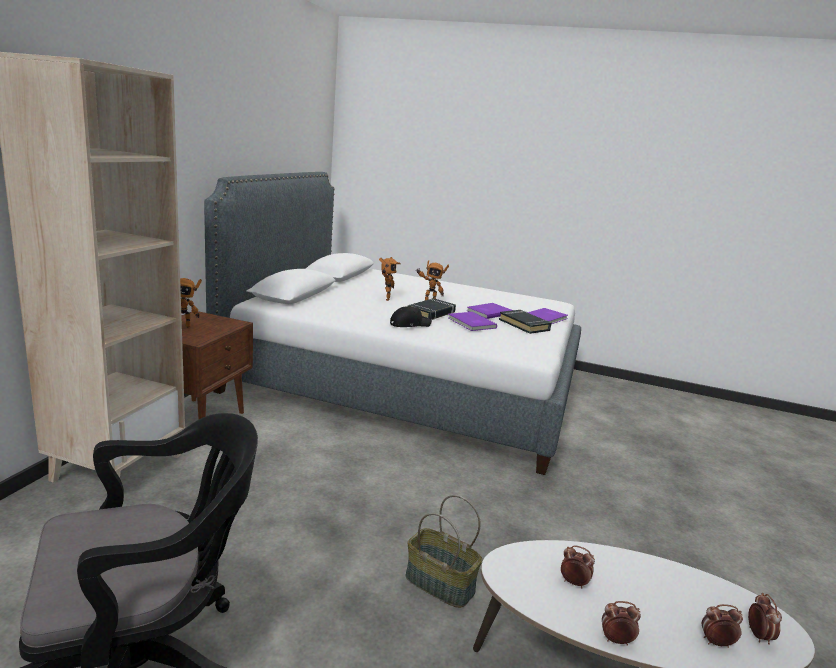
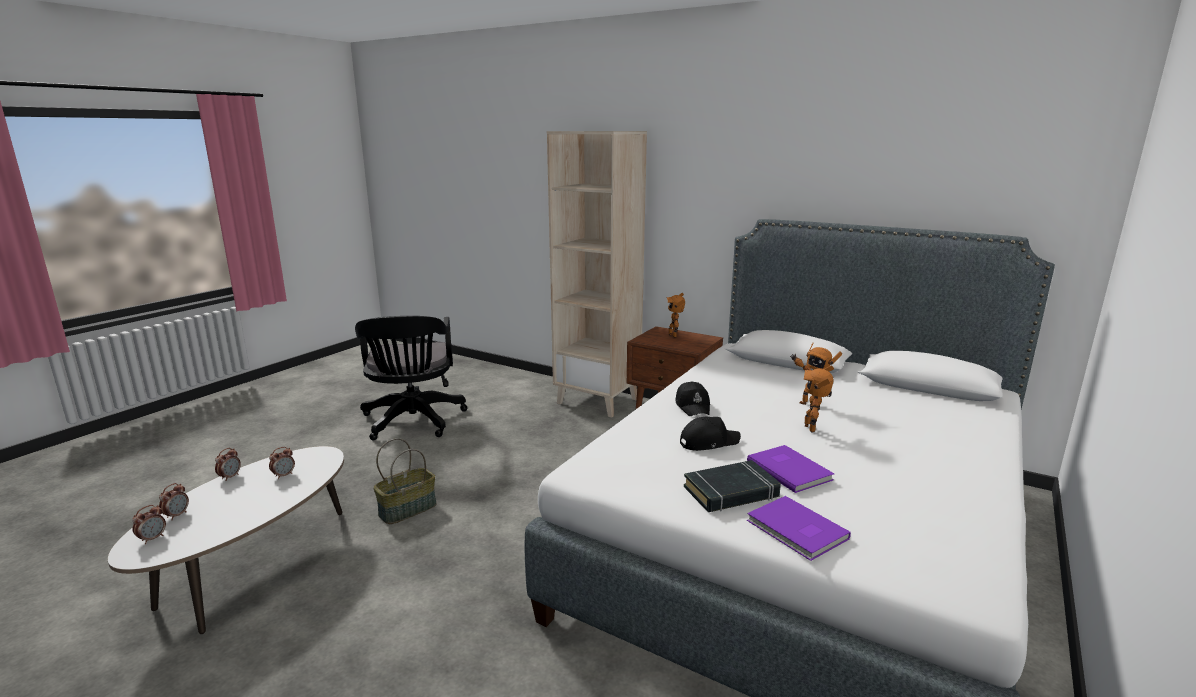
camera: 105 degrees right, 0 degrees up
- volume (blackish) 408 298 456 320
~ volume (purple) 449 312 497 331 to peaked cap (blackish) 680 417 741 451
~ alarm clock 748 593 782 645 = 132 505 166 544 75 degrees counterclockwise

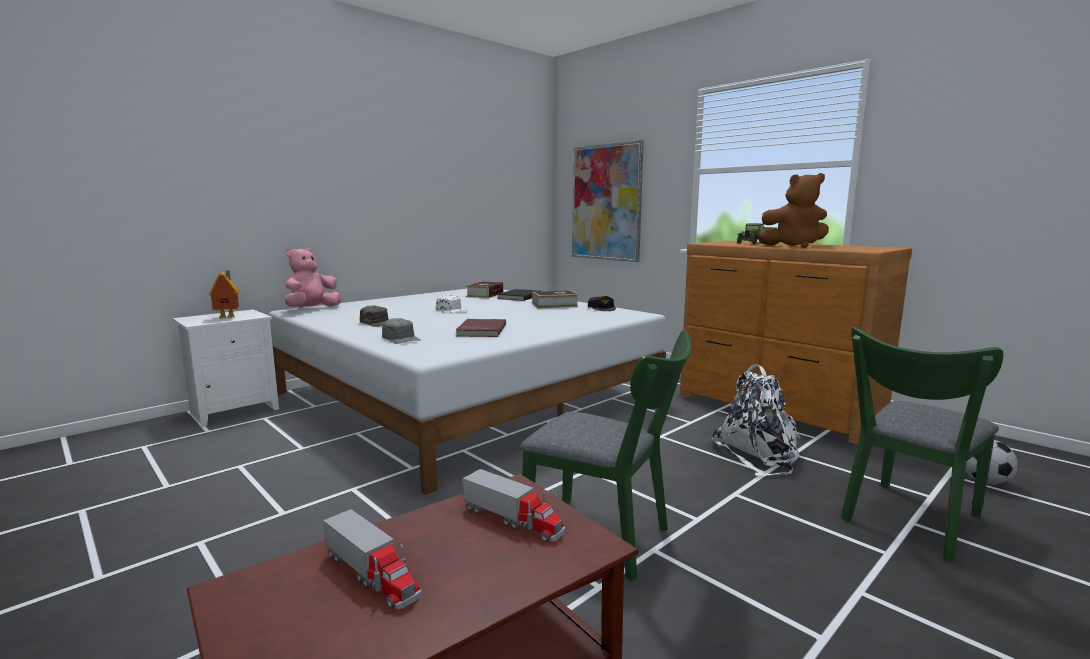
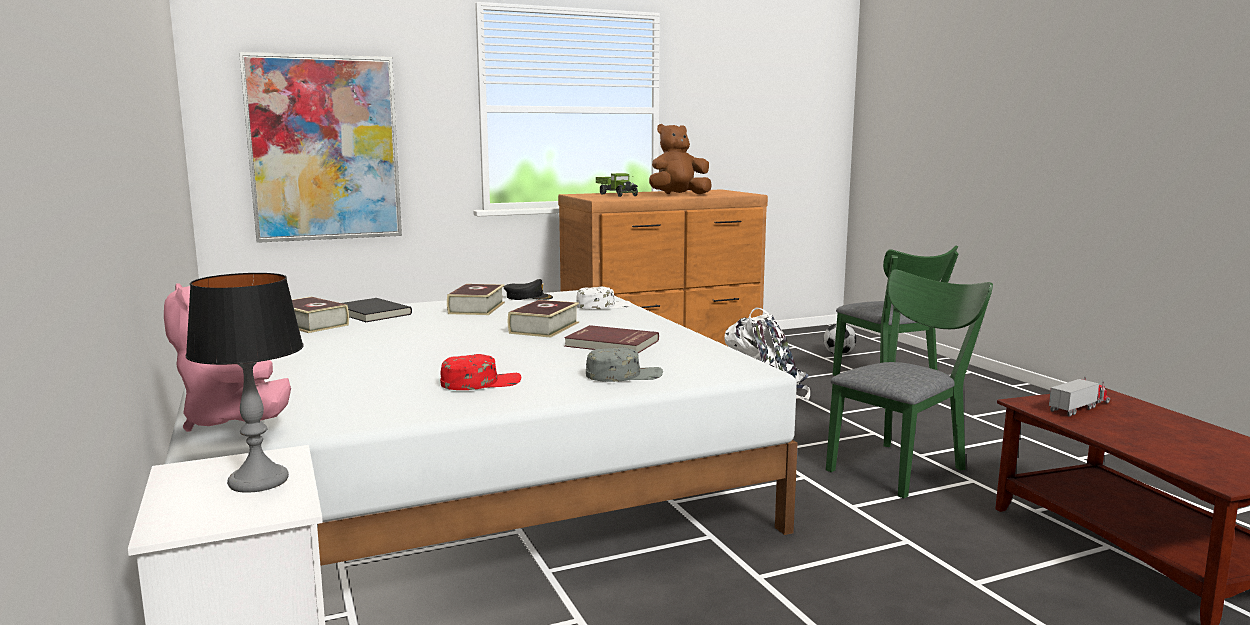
camera: 70 degrees left, 0 degrees up
~ model house 209 270 239 318 to tabletop lamp 186 273 304 493
- toy truck 323 509 422 609
~ peaked cap (green) 360 305 389 327 to peaked cap (red) 440 354 521 390
~ peaked cap (whitish) 436 295 468 313 to 576 286 631 309
~ soft toy (brownish) 758 173 829 248 = 649 124 712 194 135 degrees counterclockwise
+ volume 508 300 579 338

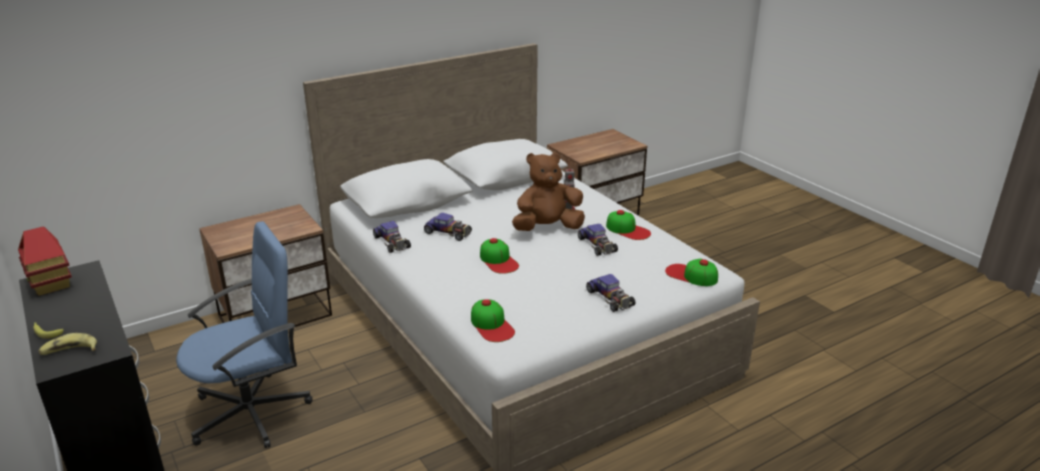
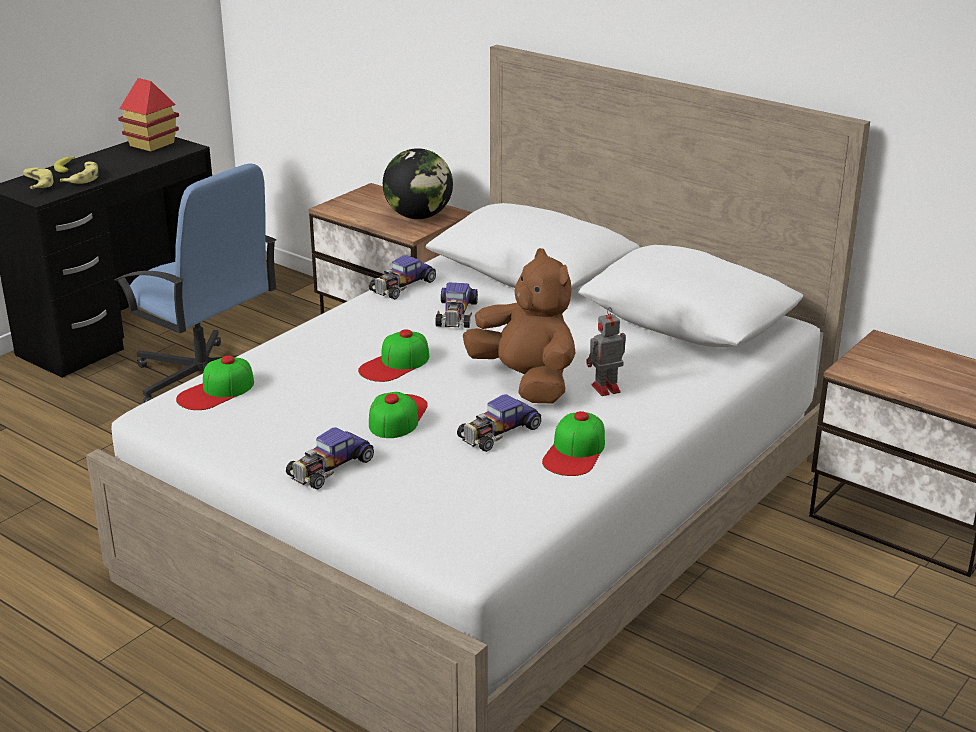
camera: 70 degrees right, 0 degrees up
~ peaked cap 665 259 718 286 to 369 392 428 438
+ banana 60 162 99 184
+ desk globe 383 148 453 219

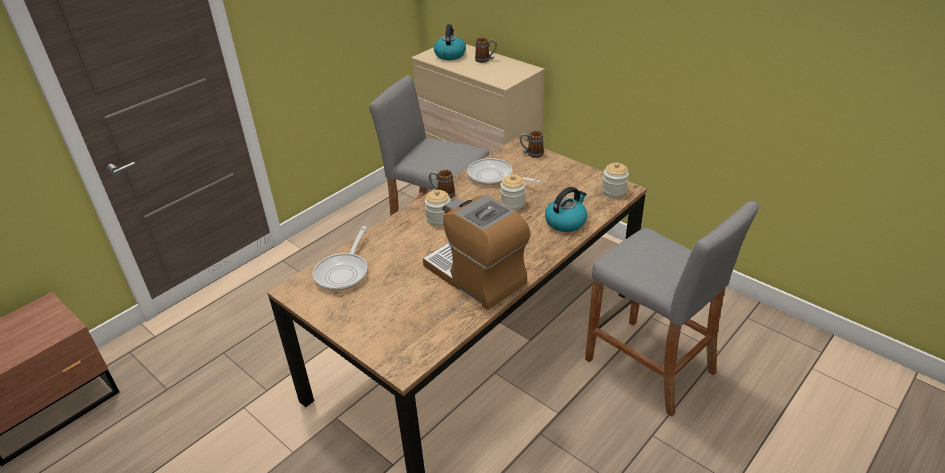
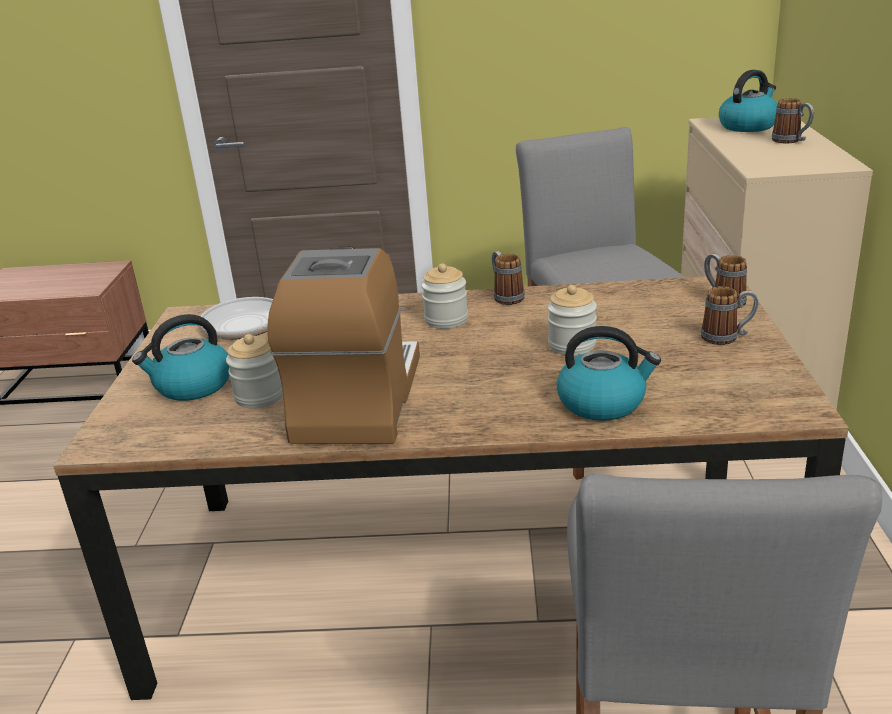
camera: 50 degrees right, 10 degrees down
- pan 467 158 541 185
~ storage jar 602 163 629 198 to 226 334 283 408
+ tea kettle 132 314 230 401
+ mug 701 286 758 345

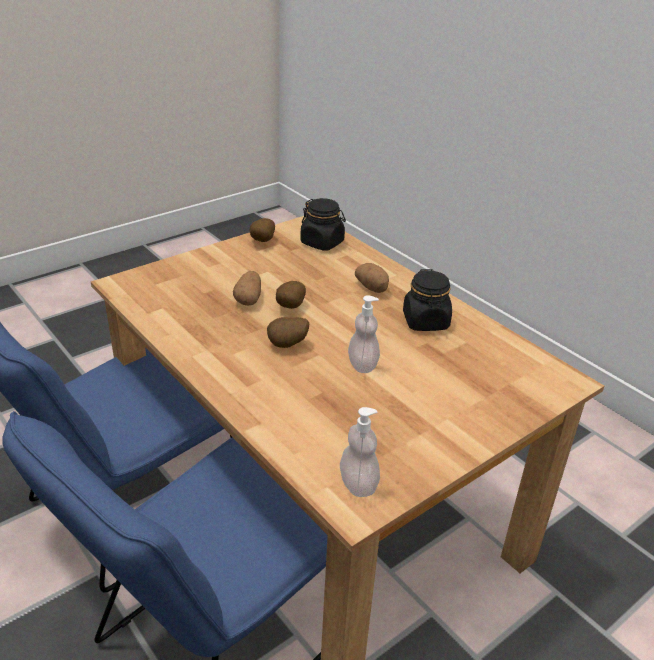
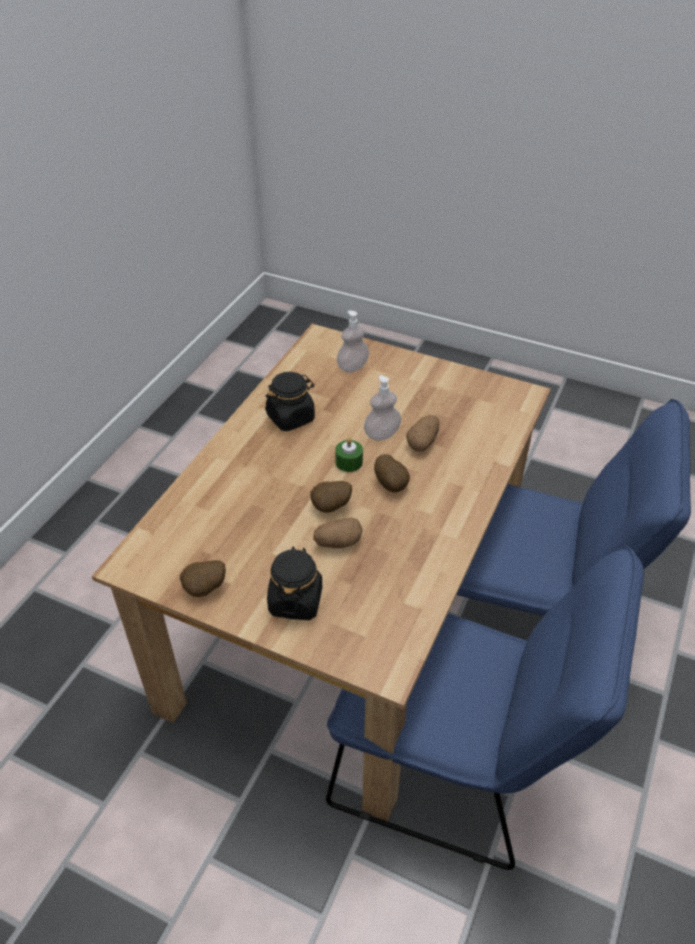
camera: 115 degrees left, 10 degrees up
~ storage jar (blackish) 301 198 346 251 to 267 547 322 620
~ soap dispenser 340 407 380 497 to 337 310 369 373
~ whole potato 355 263 389 293 to 406 415 440 452
+ wax candle (green) 335 438 363 472

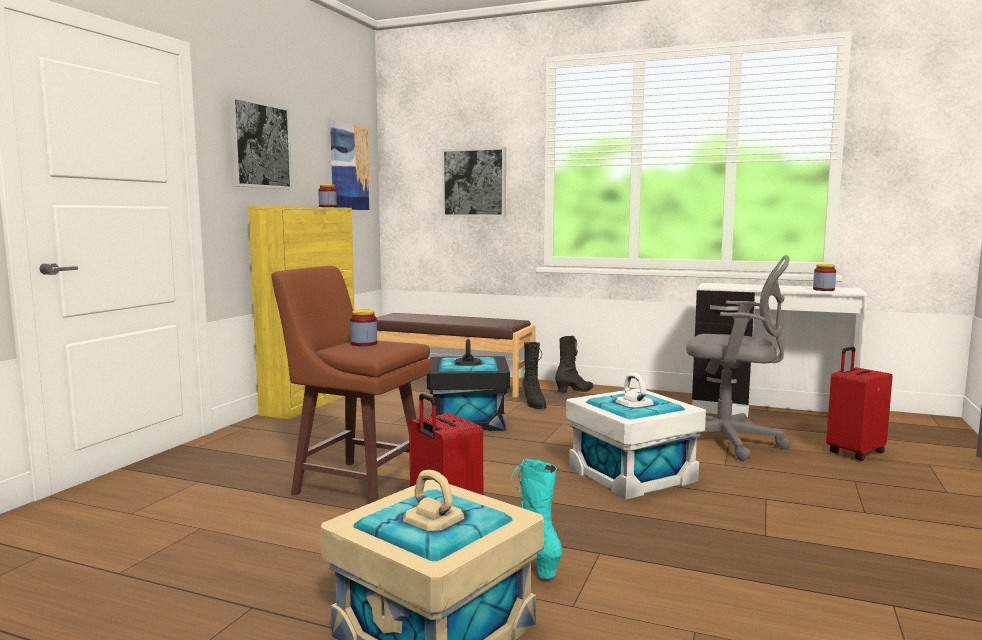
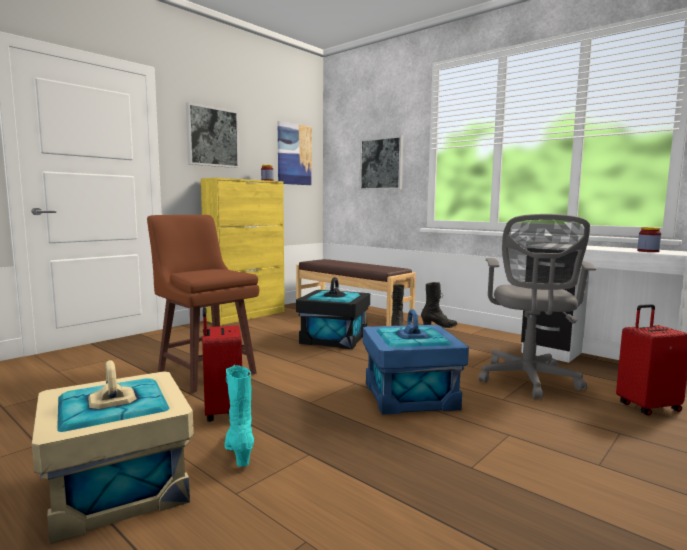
camera: 20 degrees right, 0 degrees up
- storage jar 350 310 377 346
~ storage container (whitish) 566 373 706 499 to storage container (blue-coloured) 363 309 469 415
~ desk chair (grey) 686 255 791 461 = 478 214 596 400 60 degrees clockwise

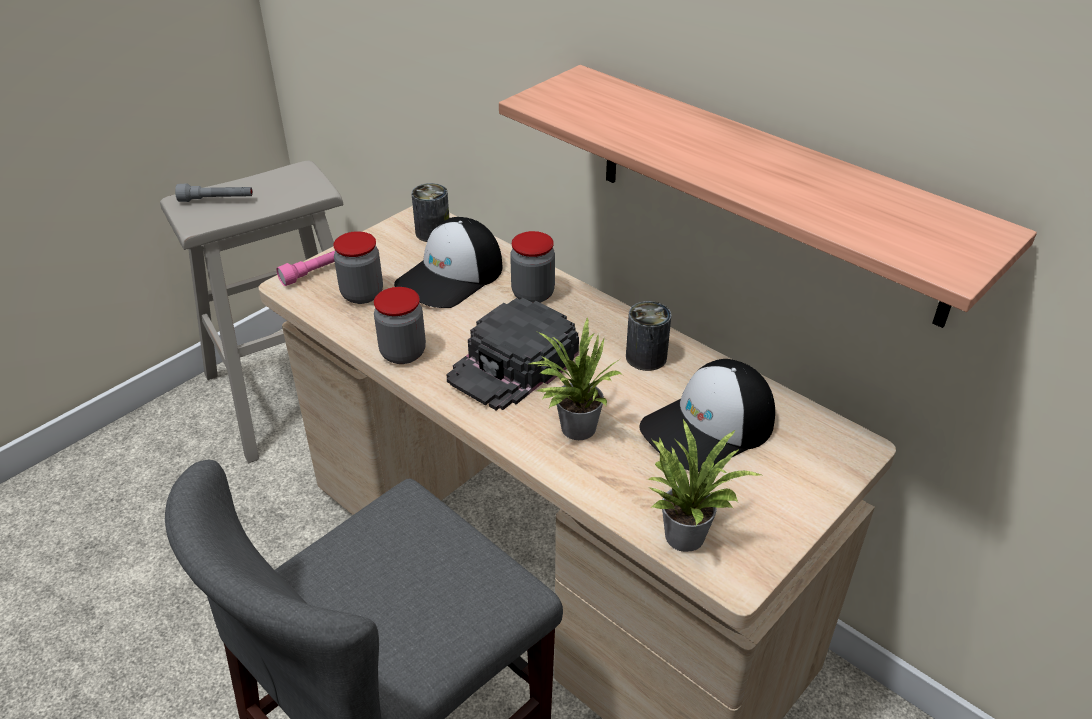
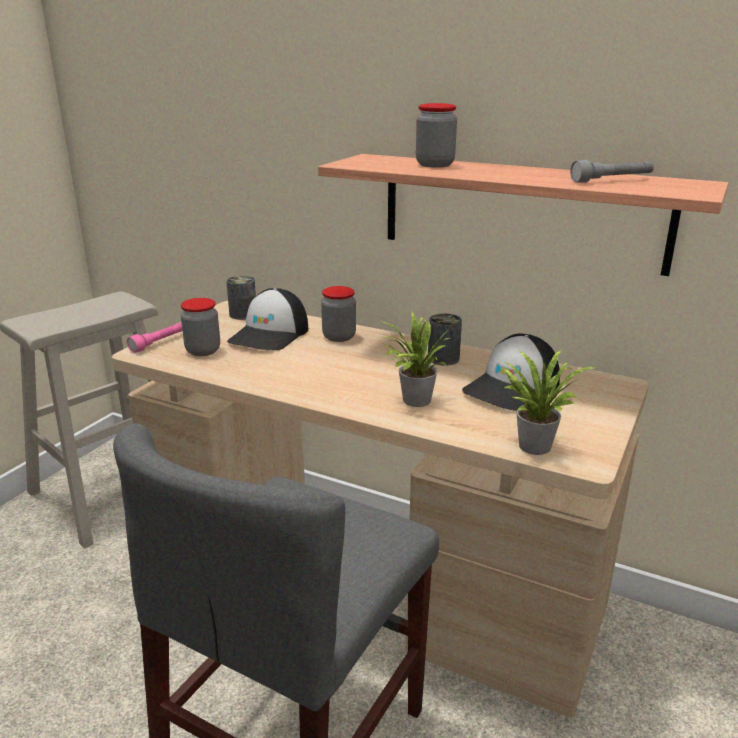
camera: 15 degrees left, 15 degrees down
~ torch (grey) 175 183 253 202 to 570 160 654 183
~ storage jar 374 287 426 364 to 416 103 457 168
- peaked cap (blackish) 446 298 579 410

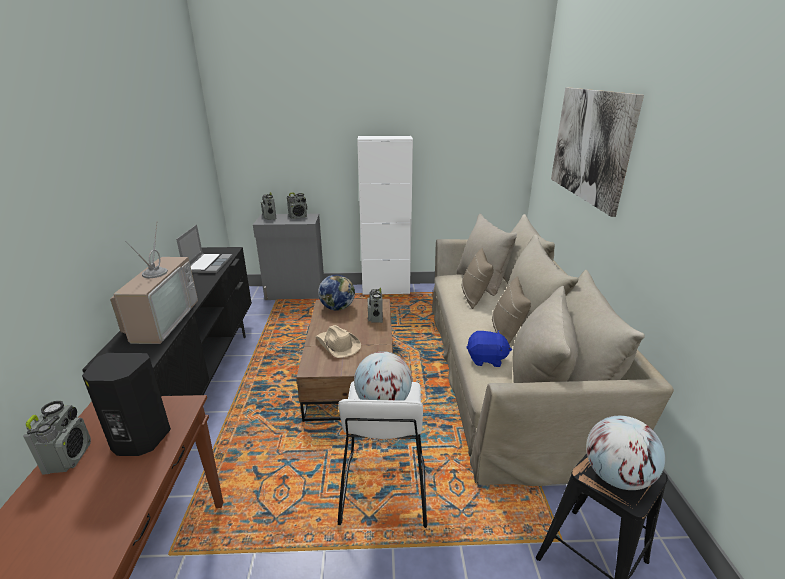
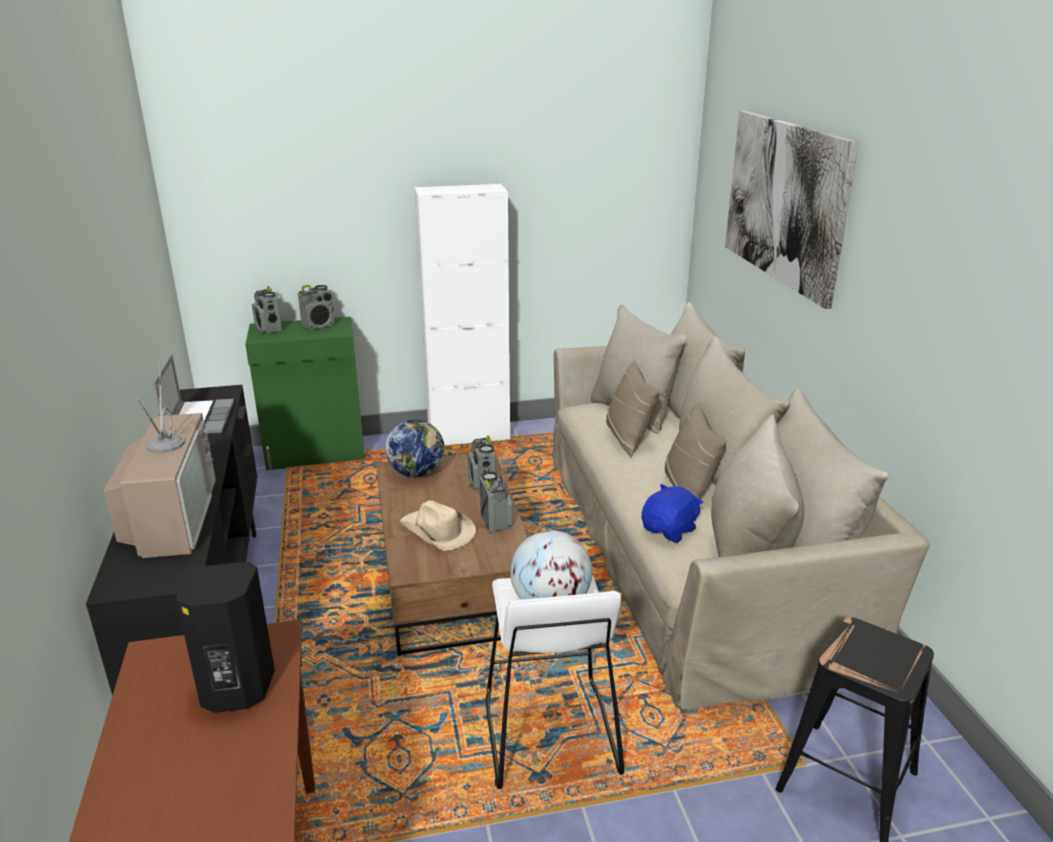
camera: 10 degrees left, 0 degrees up
~ radio receiver 23 401 91 475 to 480 471 512 533
~ storage cabinet (grey) 253 214 324 300 to storage cabinet (green) 245 317 365 470
~ soft toy (blue-coloured) 466 330 512 367 = 642 484 703 543 45 degrees counterclockwise
- desk globe 586 416 665 490

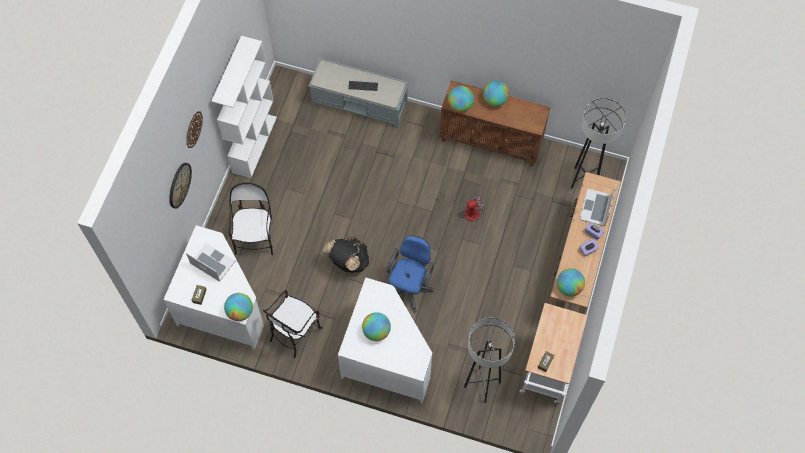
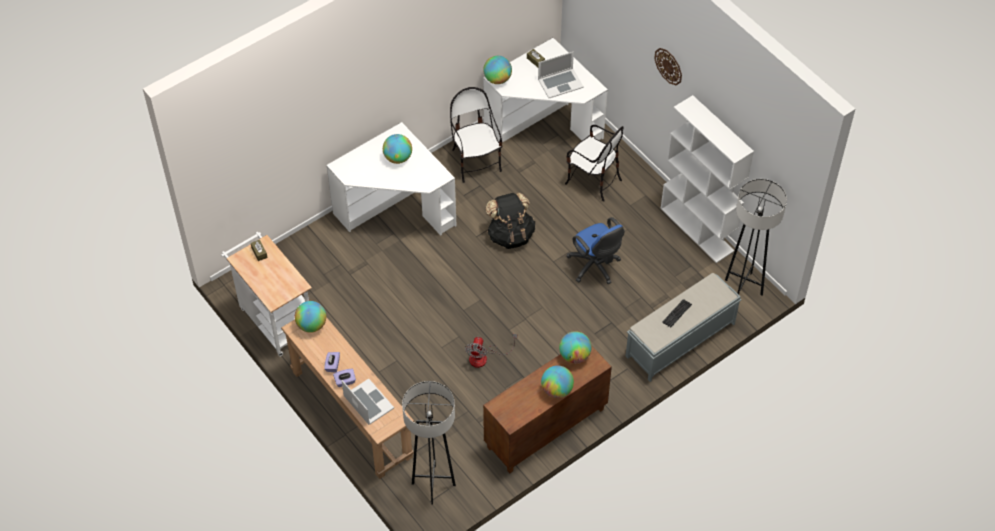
camera: 125 degrees right, 10 degrees down
- clock on the wall 169 163 192 209
~ desk chair (blue-coloured) 387 235 434 313 to 567 217 625 284
~ standard lamp (grey) 464 318 515 403 to 725 179 787 296

